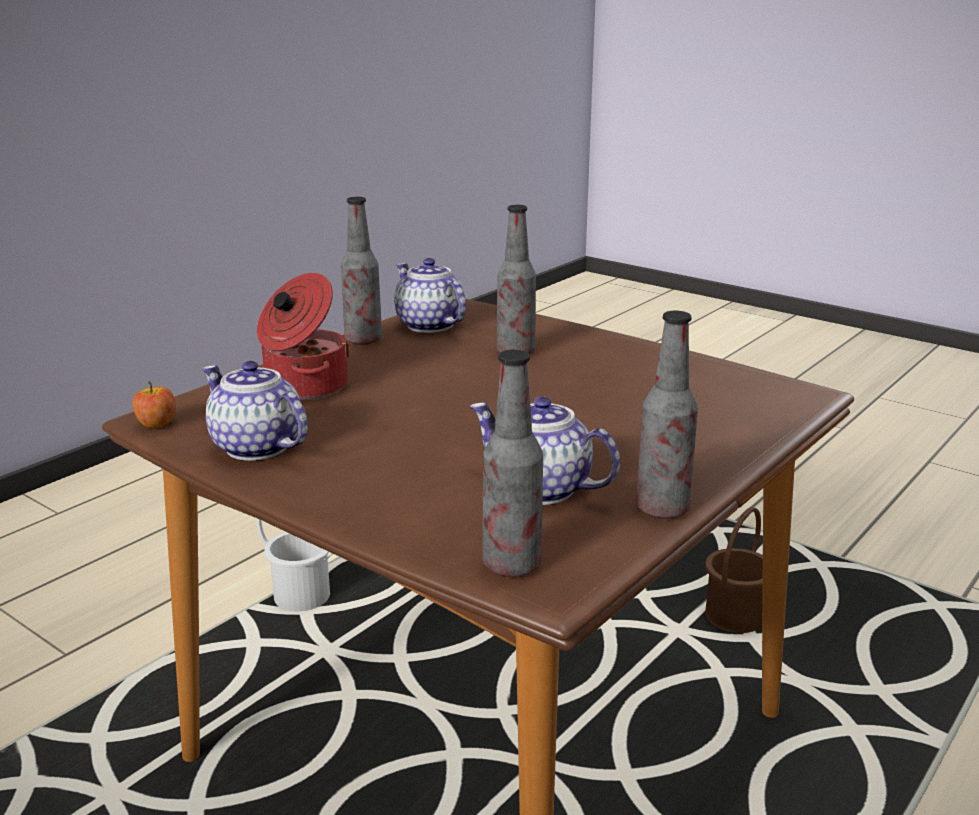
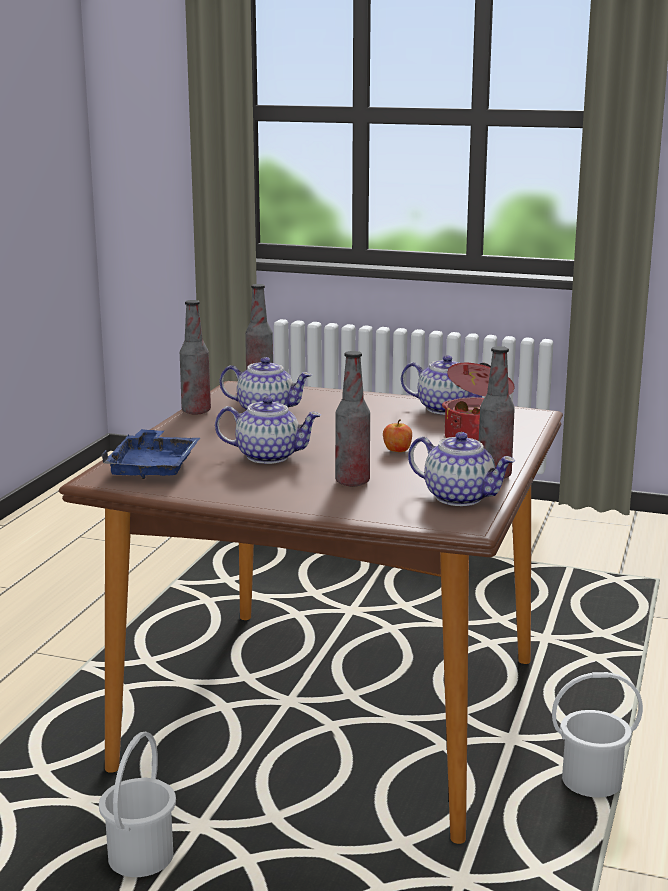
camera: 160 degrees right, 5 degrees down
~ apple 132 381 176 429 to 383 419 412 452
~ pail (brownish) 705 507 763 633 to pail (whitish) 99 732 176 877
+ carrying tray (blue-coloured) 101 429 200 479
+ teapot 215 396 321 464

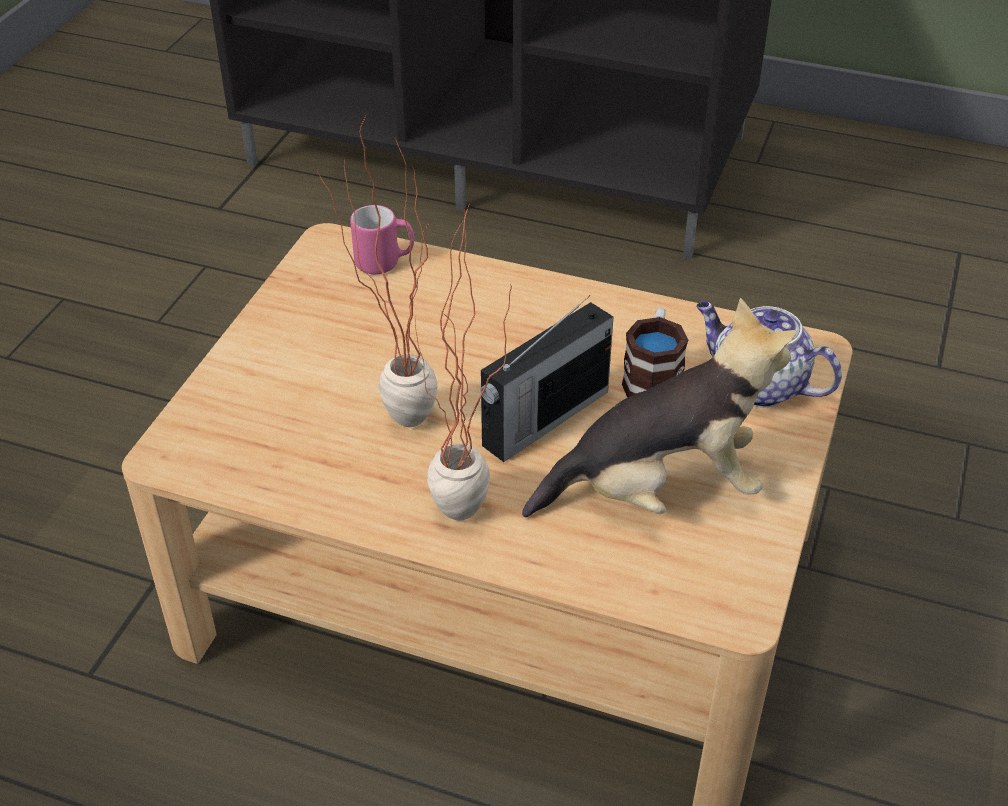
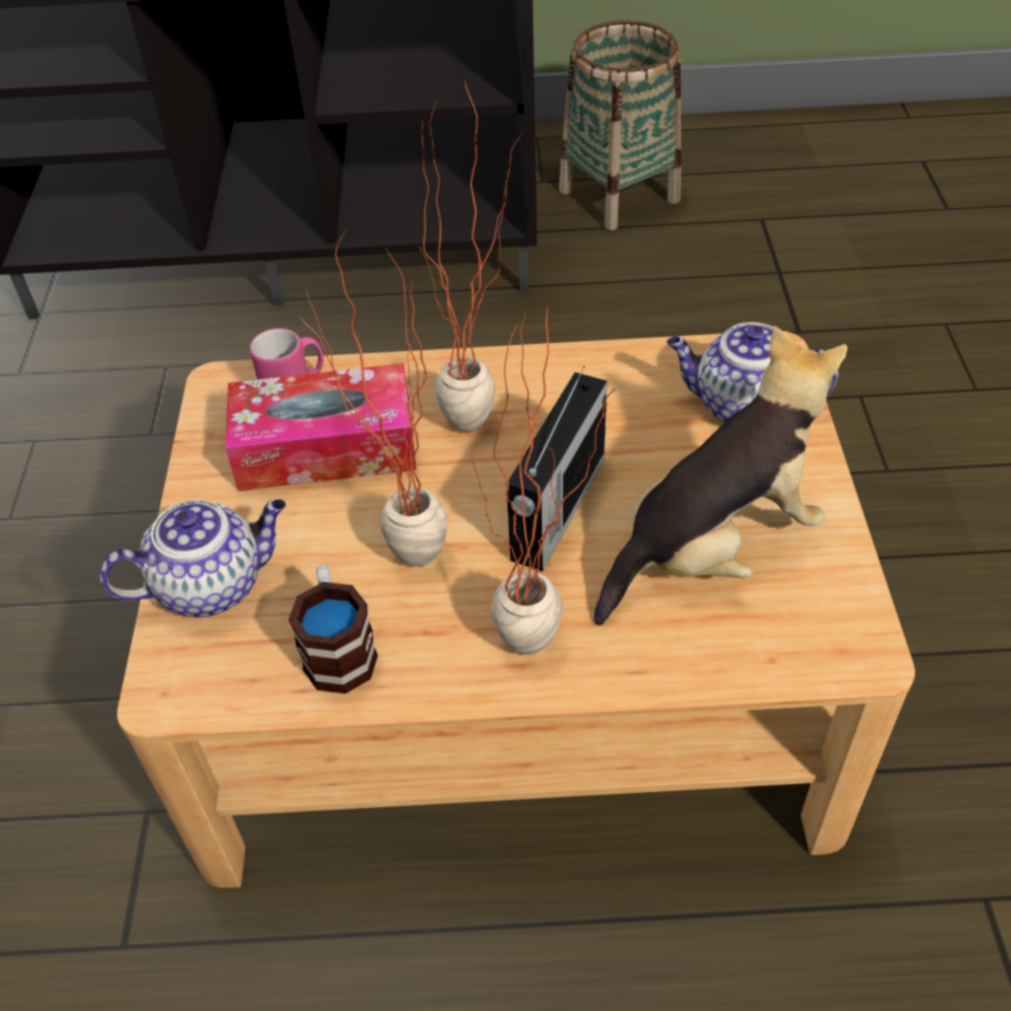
camera: 20 degrees left, 5 degrees up
~ mug 622 308 688 397 to 288 564 378 694
+ teapot 100 499 286 617
+ tissue box 225 363 417 491
+ houseplant 419 80 524 432
+ storage basket 559 20 681 230

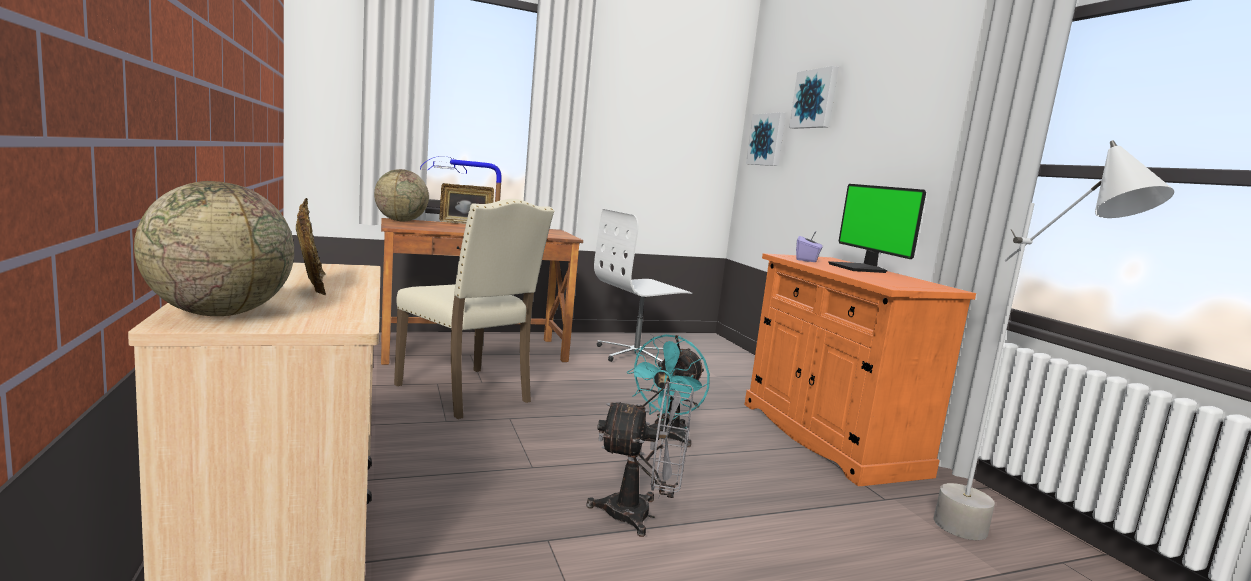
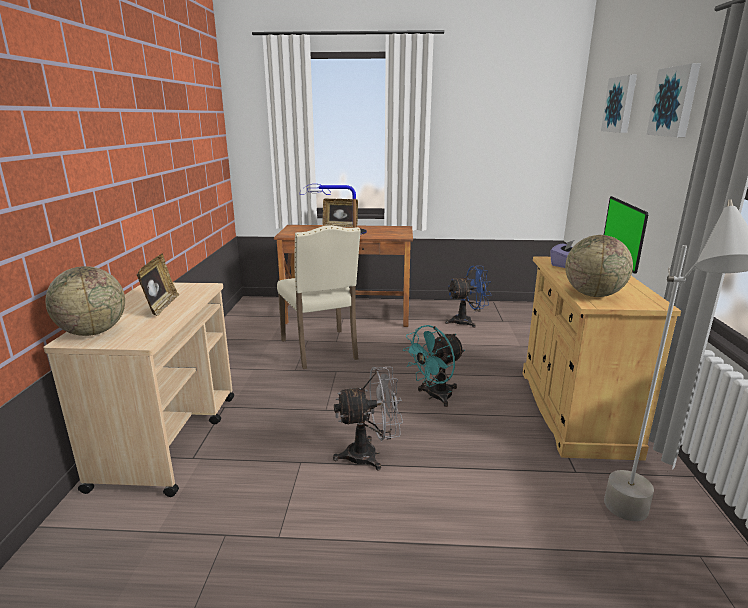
camera: 25 degrees right, 10 degrees up
~ desk globe 374 169 429 221 to 565 235 633 297
~ fan (grey) 586 381 694 537 = 333 366 403 471 45 degrees counterclockwise
~ desk chair (whitish) 594 209 692 367 to fan (blue-coloured) 445 266 491 328
~ storage cabinet (orange) 744 253 976 486 to storage cabinet (sand-coloured) 523 256 681 461
~ wall picture 746 112 786 166 to 646 63 701 137

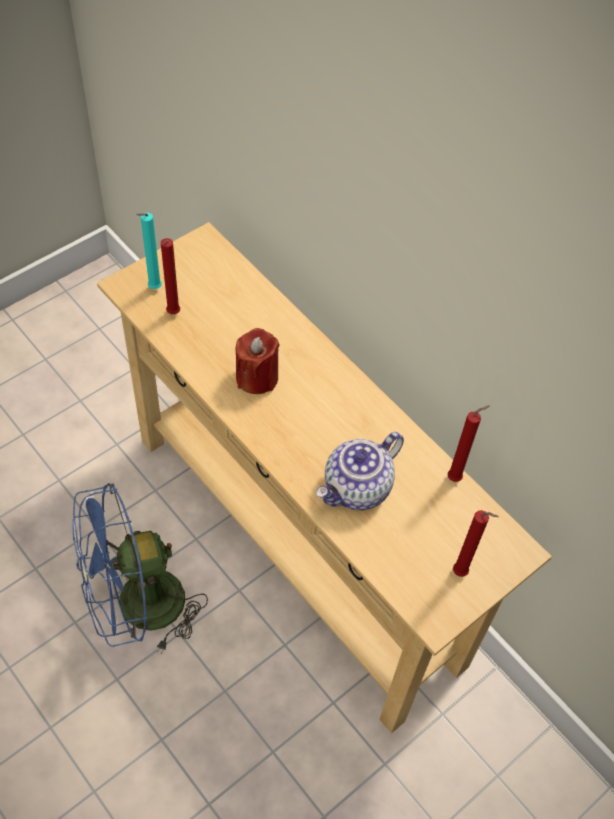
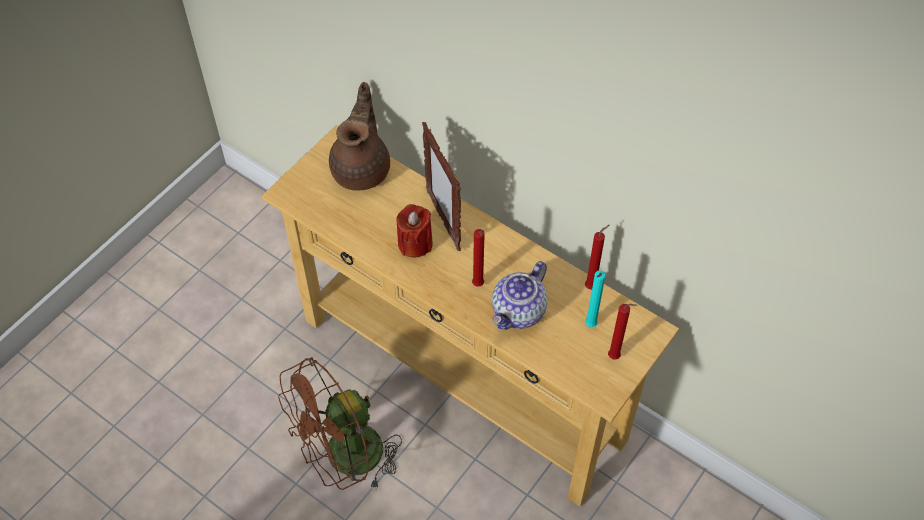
camera: 10 degrees left, 0 degrees up
~ fan (blue-coloured) 72 483 208 654 to fan (brownish) 278 357 402 490
~ wax candle (turquoise) 136 213 162 289 to 585 270 606 327
~ wax candle (red) 161 238 180 314 to 472 229 485 287
+ teapot (brownish) 329 82 390 191
+ picture frame 422 122 461 251

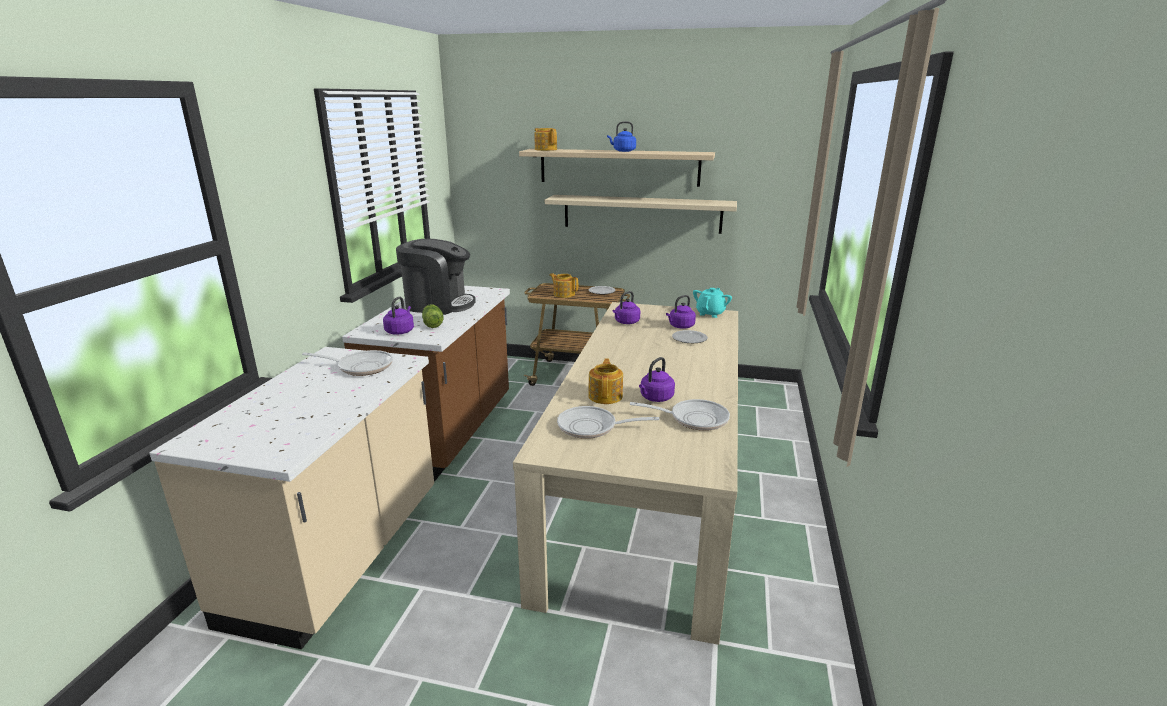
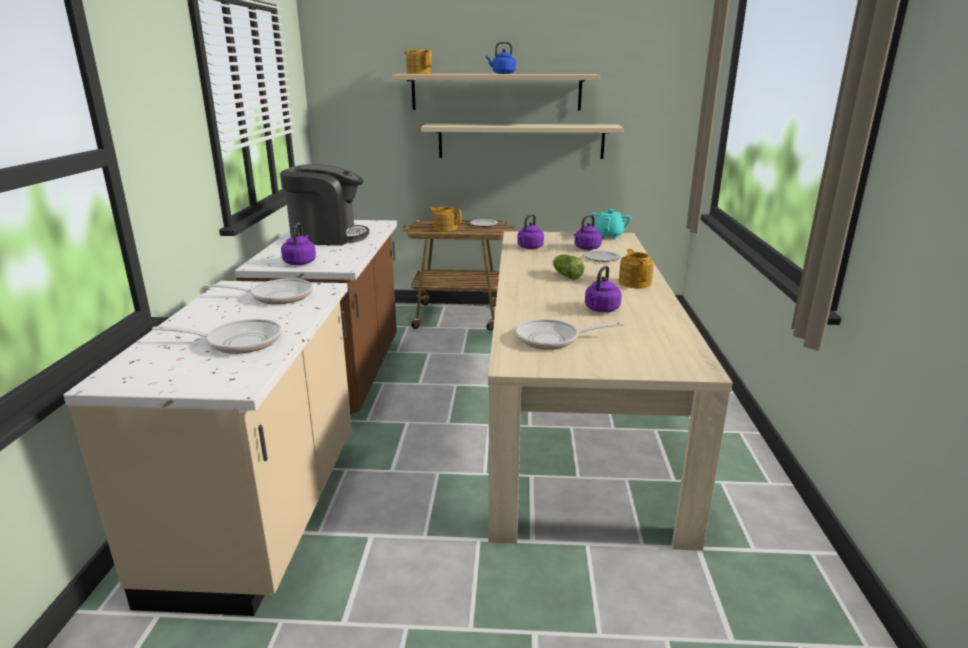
camera: 10 degrees left, 0 degrees up
~ lettuce head 422 304 444 328 to 553 254 584 280
~ teapot 588 359 623 404 to 619 249 654 288
~ pan 630 399 730 431 to 152 319 282 354

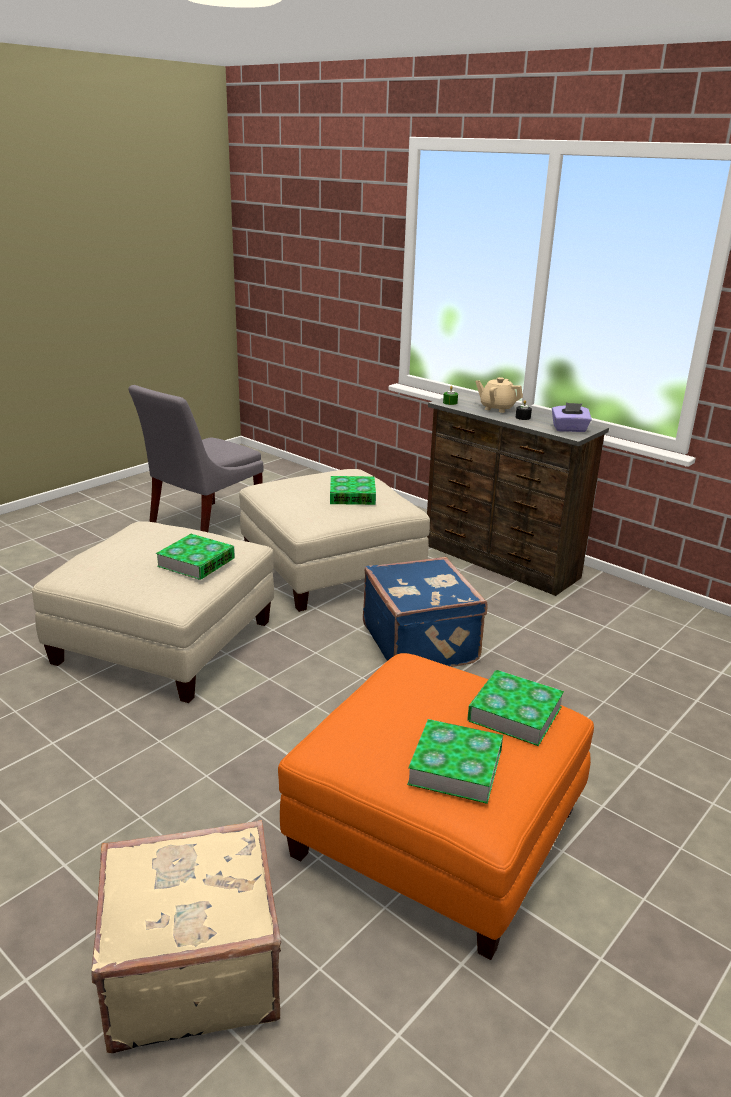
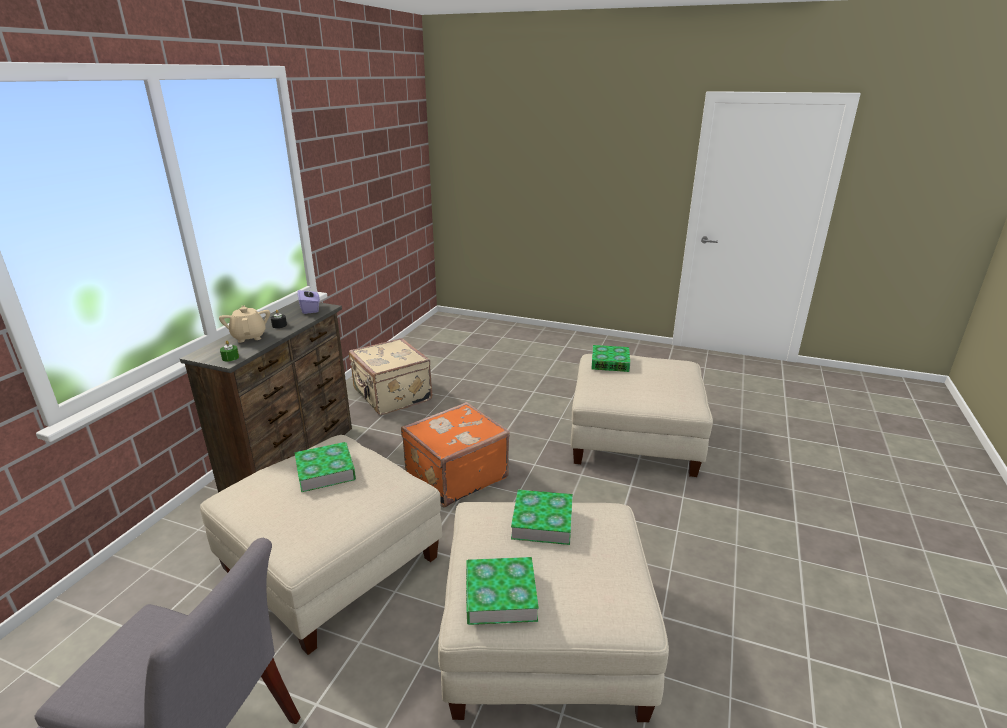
camera: 110 degrees left, 0 degrees up
~ piece of luggage (sand-coloured) 91 820 281 1053 to 349 338 432 415
~ footrest (orange) 278 653 594 960 to footrest (sand-coloured) 571 354 713 477
~ piece of luggage (blue-coloured) 363 557 488 667 to piece of luggage (orange) 401 402 510 508
~ volume 407 719 503 804 to 466 557 539 625
~ teapot (sand-coloured) 475 377 523 413 = 219 305 270 343 150 degrees clockwise

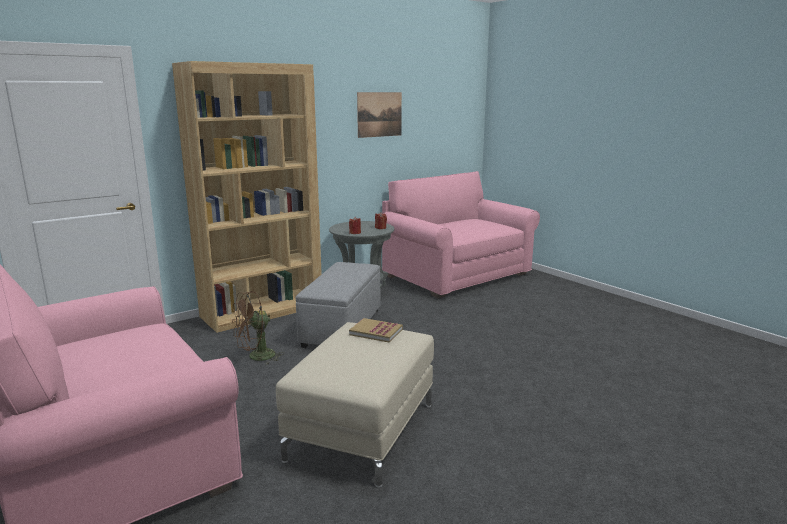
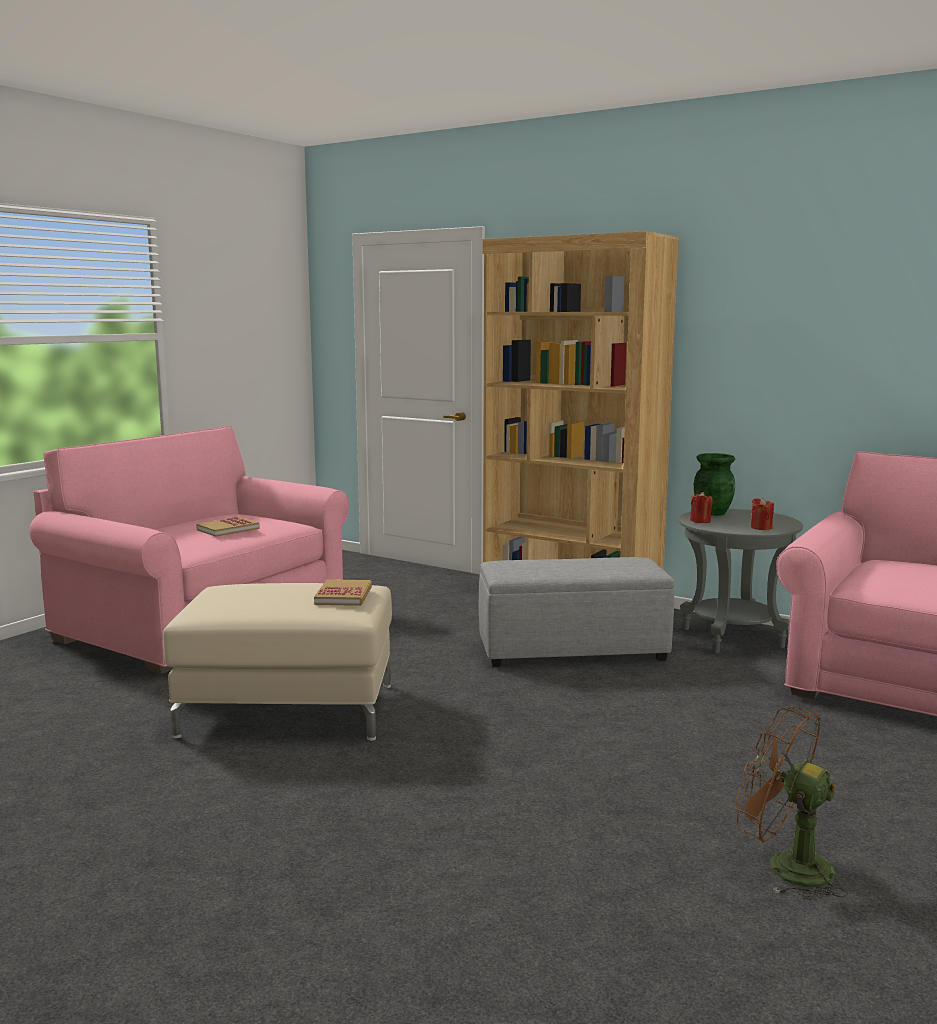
camera: 70 degrees right, 5 degrees down
~ fan (brownish) 232 291 284 365 to 735 706 848 900
- wall picture 357 92 402 138
+ volume 196 517 260 537
+ vase (green) 694 453 735 516

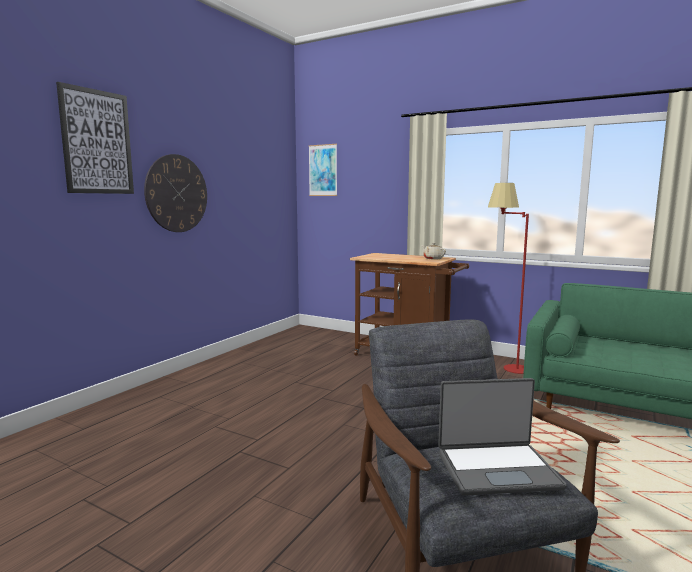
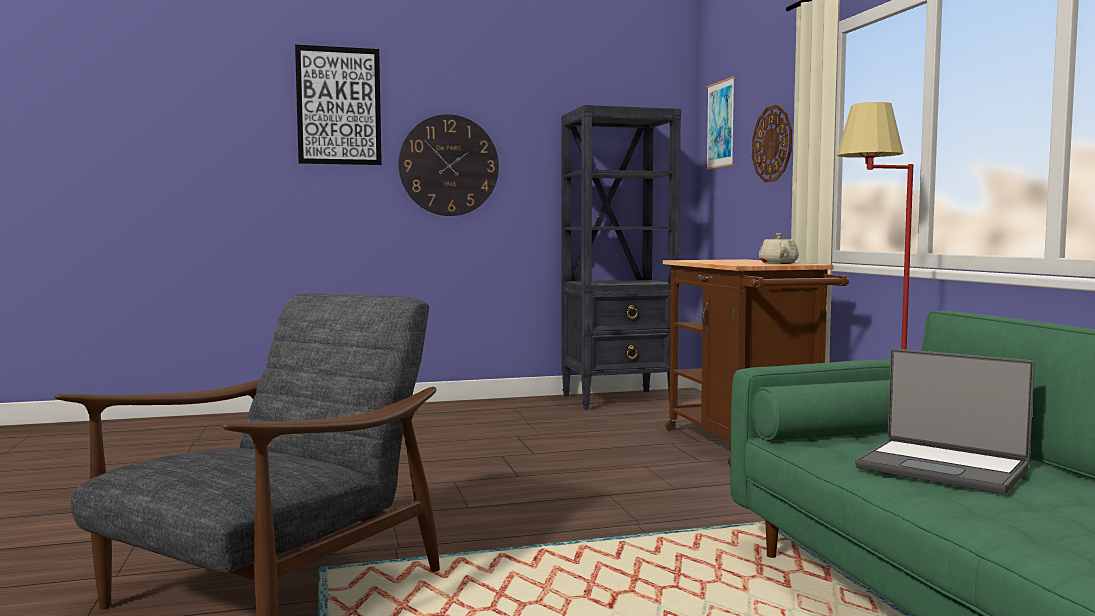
camera: 45 degrees right, 5 degrees down
~ portable computer 438 378 567 496 to 855 349 1035 494
+ shelving unit (blackish) 561 105 681 410
+ clock on the wall 752 105 792 182

